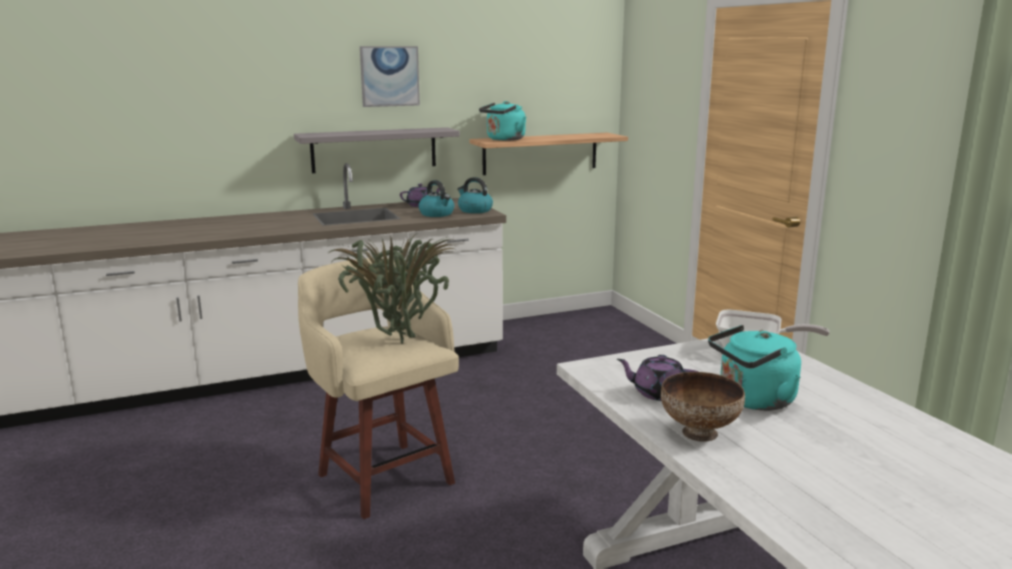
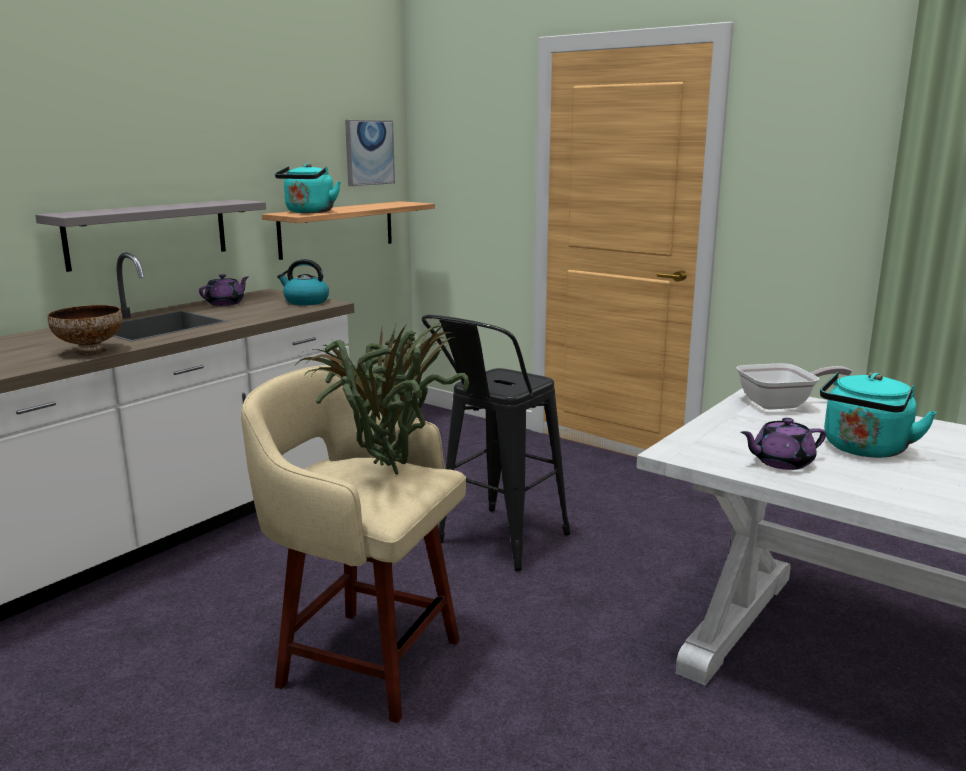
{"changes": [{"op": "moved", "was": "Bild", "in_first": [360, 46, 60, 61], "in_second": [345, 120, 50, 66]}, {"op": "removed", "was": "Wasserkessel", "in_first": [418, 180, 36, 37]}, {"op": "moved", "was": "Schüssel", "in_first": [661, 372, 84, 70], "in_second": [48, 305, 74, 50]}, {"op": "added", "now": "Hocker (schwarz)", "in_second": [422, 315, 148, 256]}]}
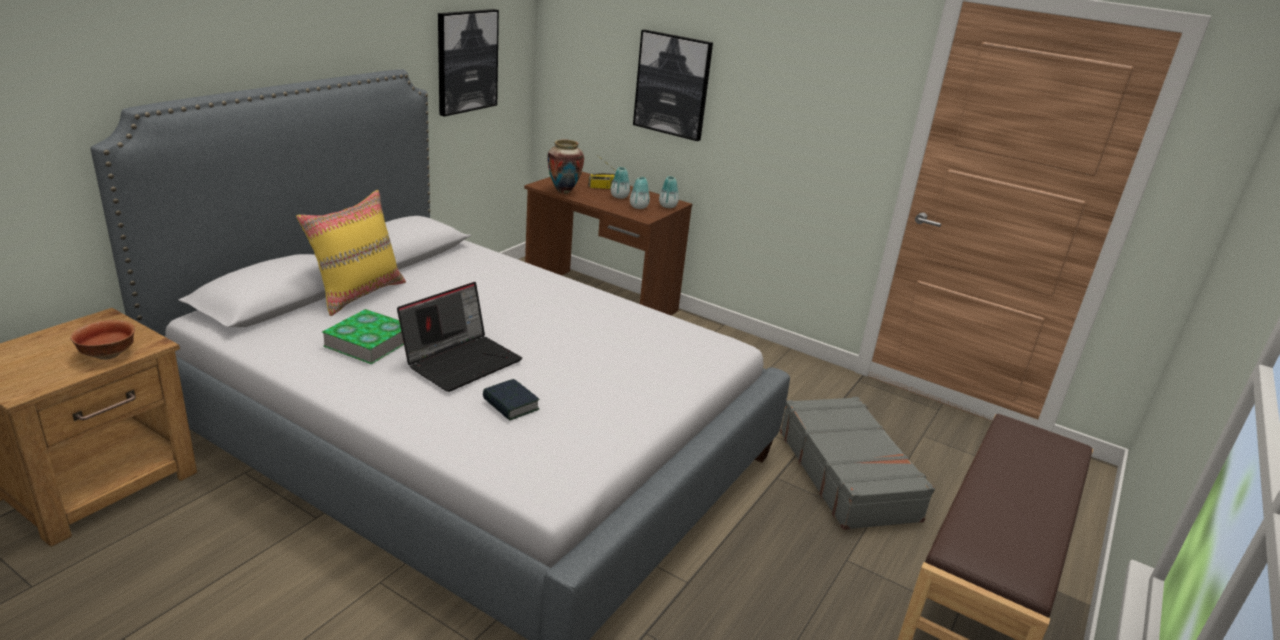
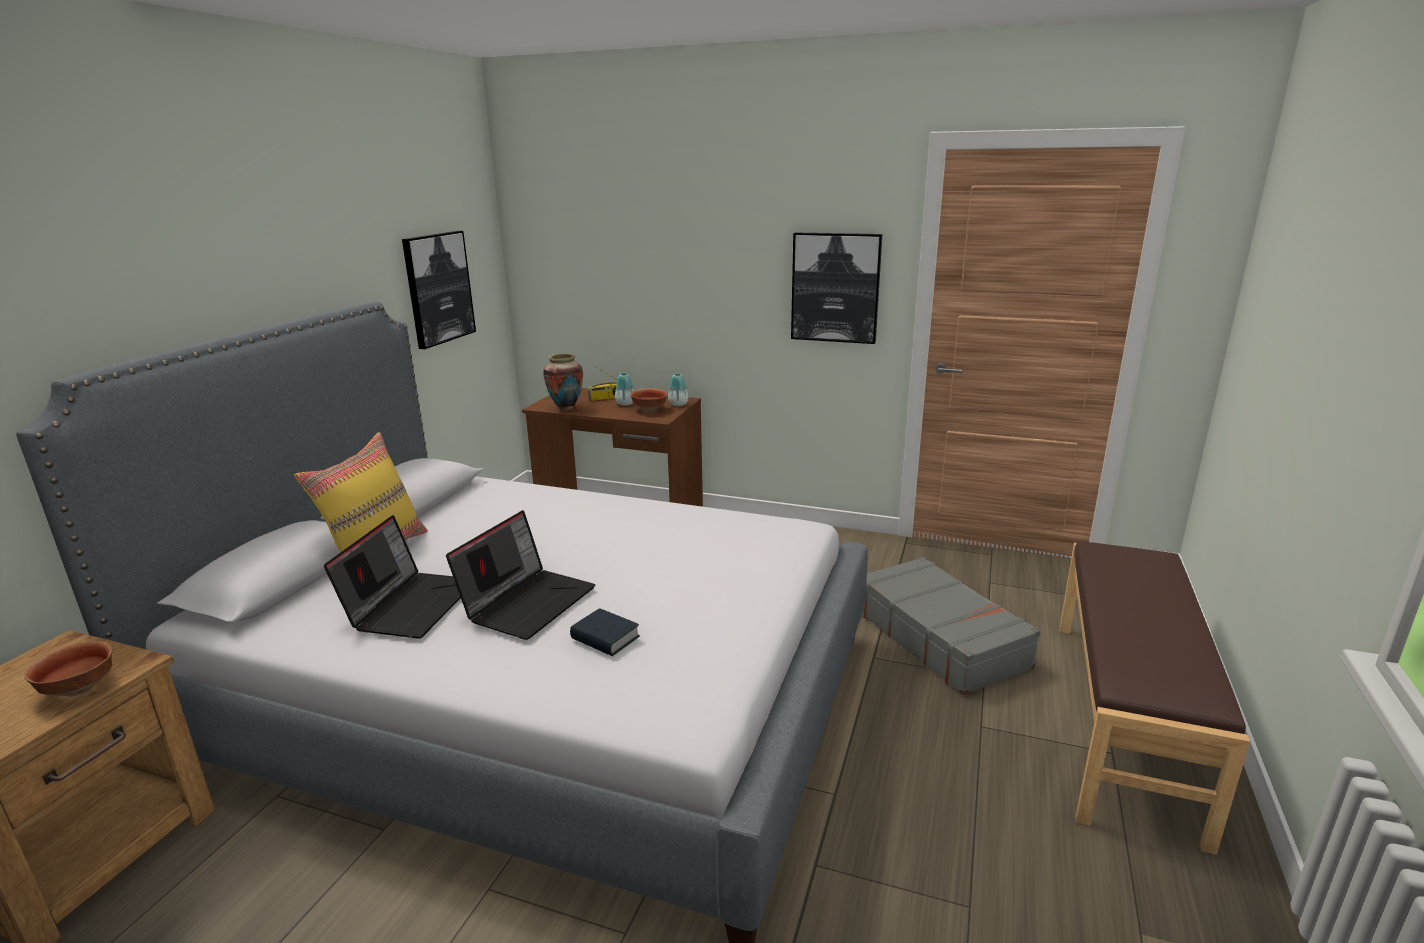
{"changes": [{"op": "moved", "was": "Bild", "in_first": [633, 30, 80, 111], "in_second": [791, 232, 91, 112]}, {"op": "replaced", "was": "Vase", "now": "Schüssel", "in_first": [630, 177, 20, 32], "in_second": [630, 388, 37, 24]}, {"op": "replaced", "was": "Buch", "now": "Laptop", "in_first": [322, 309, 82, 55], "in_second": [324, 515, 137, 124]}]}
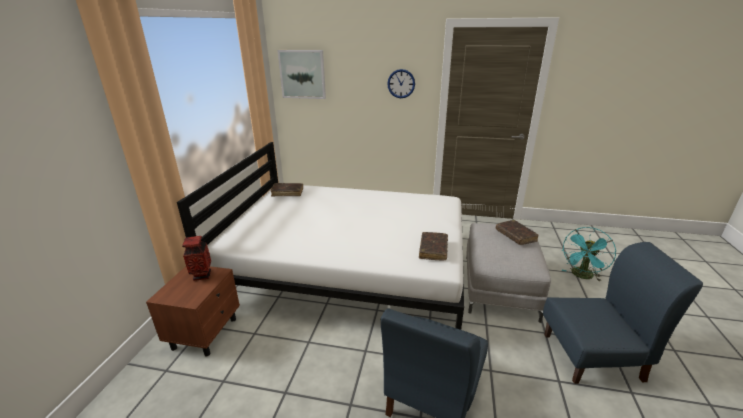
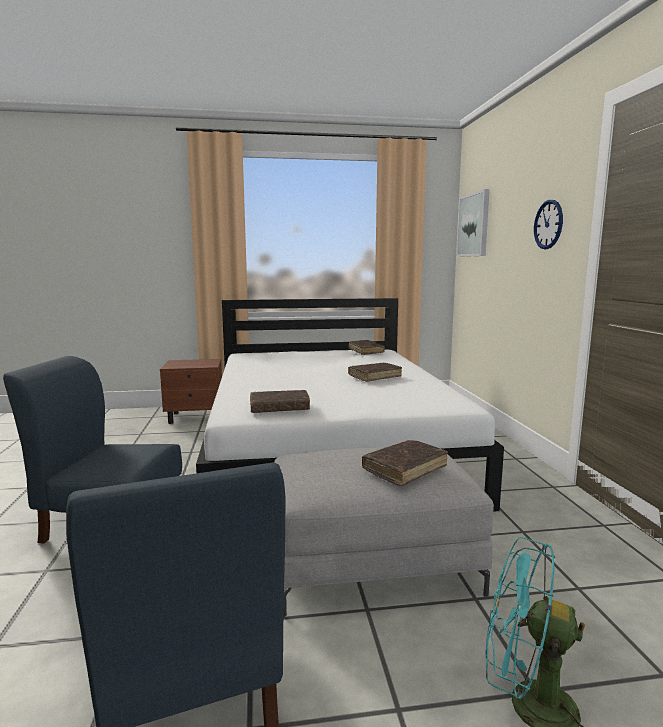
{"changes": [{"op": "removed", "was": "Vase", "in_first": [182, 236, 29, 45]}, {"op": "added", "now": "Buch (braun)", "in_second": [348, 363, 54, 19]}]}
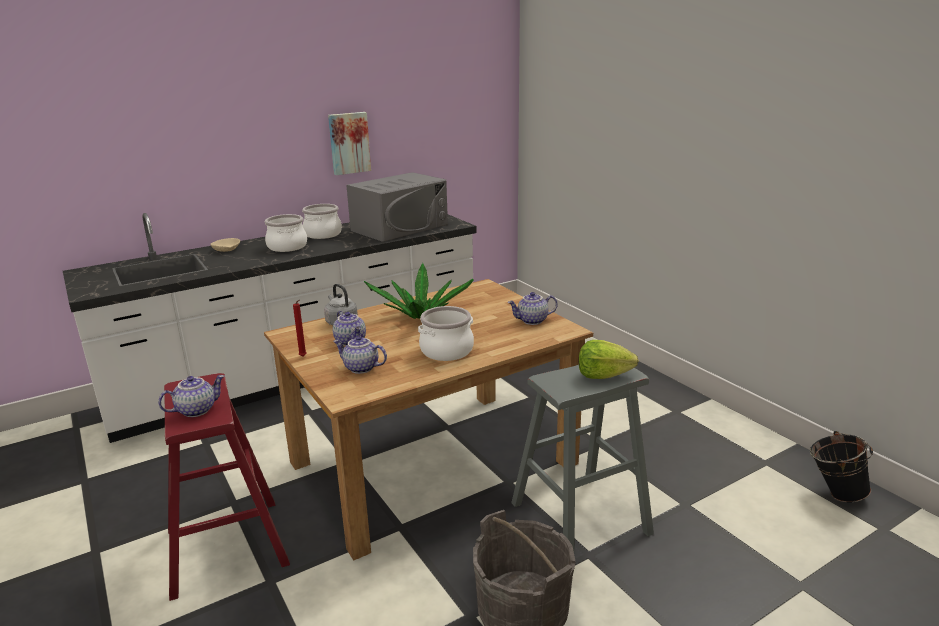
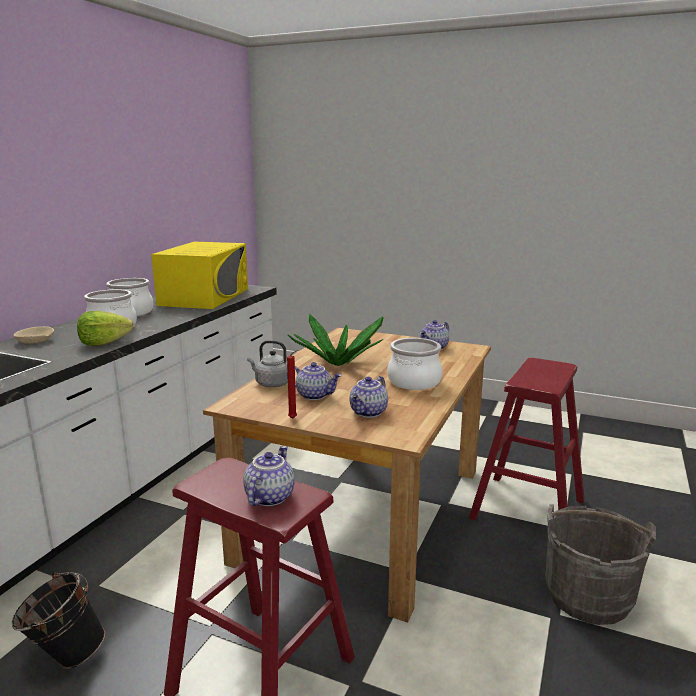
{"changes": [{"op": "removed", "was": "Bild", "in_first": [328, 112, 43, 63]}, {"op": "recoloured", "was": "Mikrowelle (grau)", "now": "Mikrowelle (gelb)", "in_first": [346, 172, 102, 70], "in_second": [151, 242, 97, 67]}, {"op": "turned", "was": "Teekanne", "in_first": [333, 336, 54, 38], "in_second": [349, 376, 39, 42], "clockwise": -45}, {"op": "moved", "was": "Salatkopf", "in_first": [579, 340, 60, 39], "in_second": [77, 311, 56, 35]}, {"op": "recoloured", "was": "Hocker (grau)", "now": "Hocker (rot)", "in_first": [511, 365, 143, 186], "in_second": [469, 358, 116, 162]}, {"op": "moved", "was": "Eimer (schwarz)", "in_first": [810, 431, 63, 71], "in_second": [12, 572, 94, 97]}]}
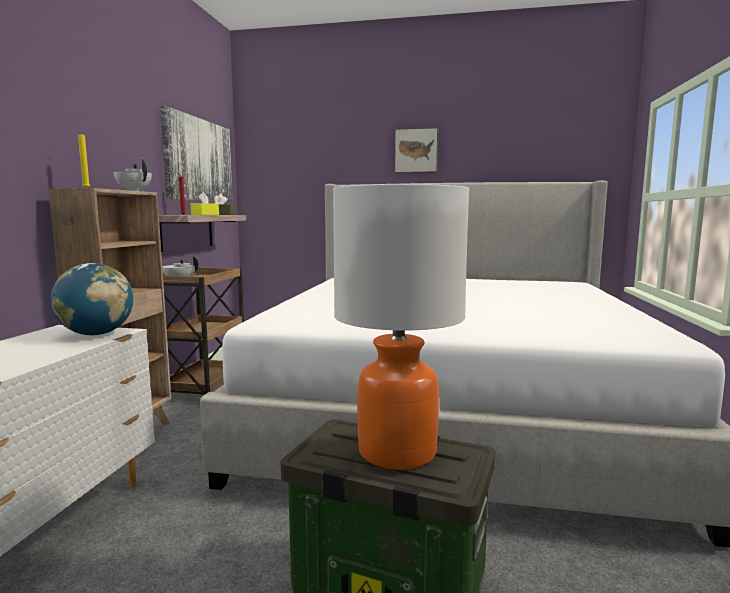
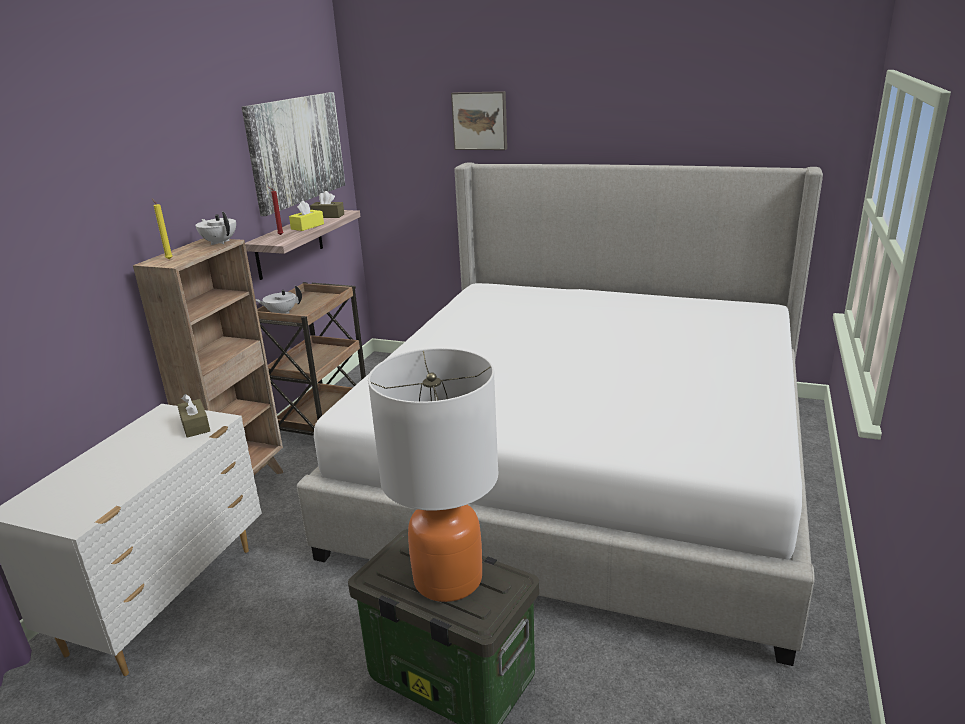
{"changes": [{"op": "moved", "was": "Bild", "in_first": [394, 127, 44, 46], "in_second": [451, 91, 56, 59]}, {"op": "replaced", "was": "Globus", "now": "Taschentuchbox (braun)", "in_first": [51, 263, 82, 72], "in_second": [177, 394, 33, 44]}]}
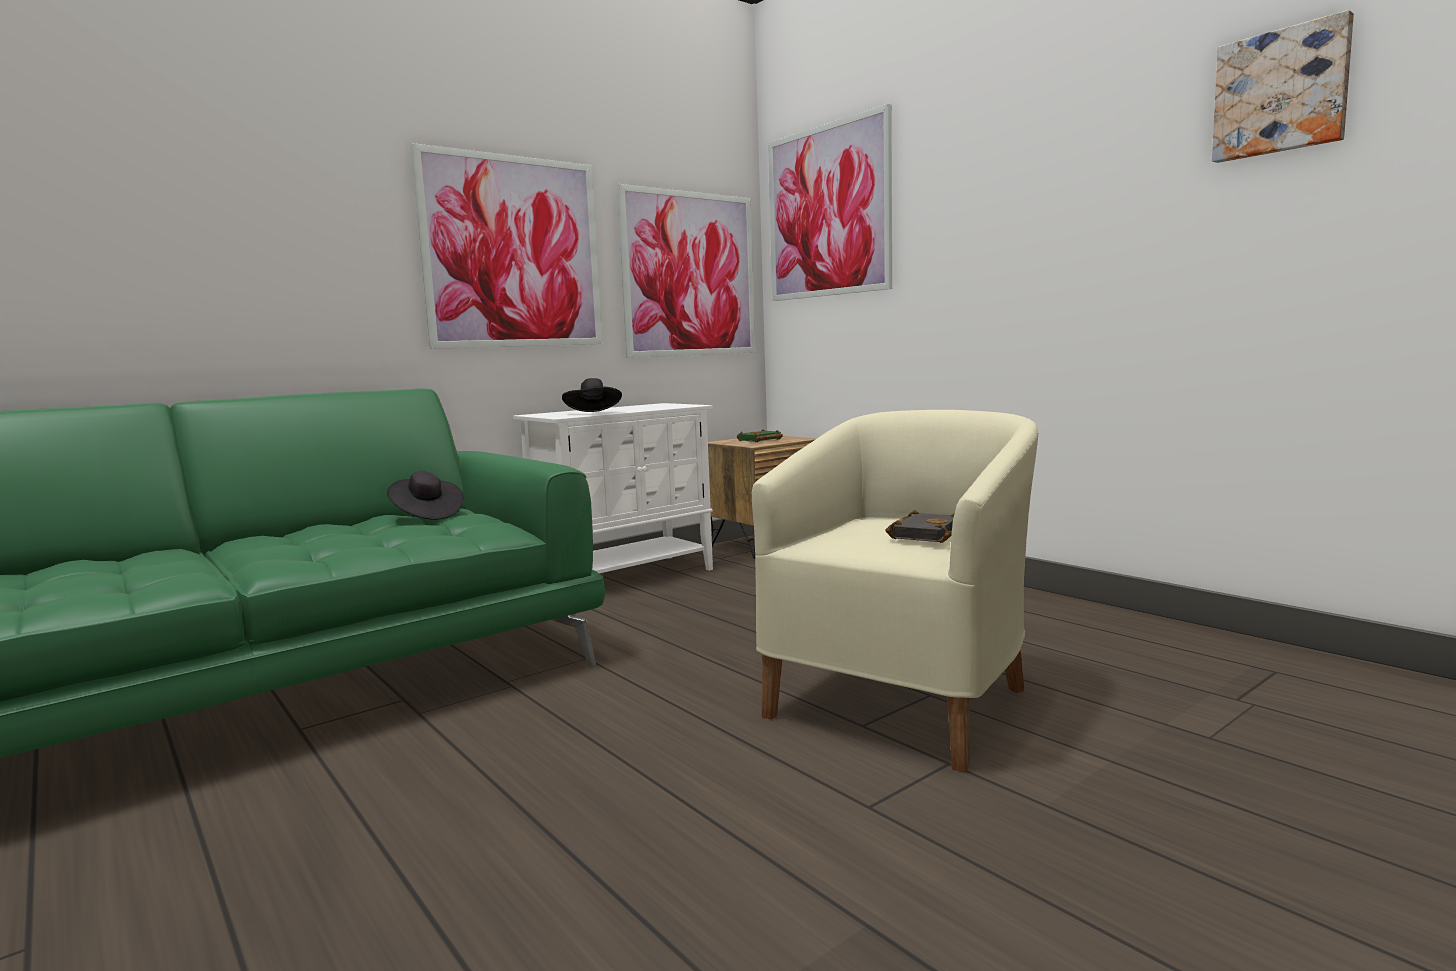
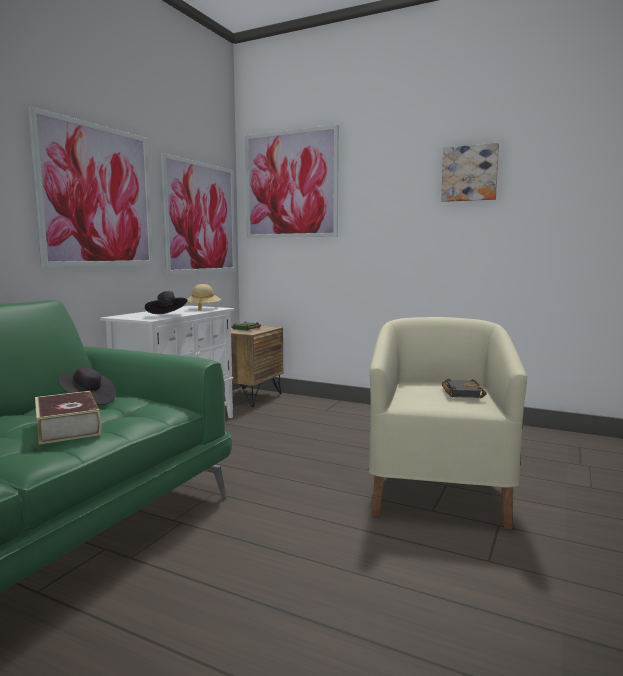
{"changes": [{"op": "moved", "was": "Bild", "in_first": [1212, 10, 142, 153], "in_second": [441, 143, 58, 59]}, {"op": "added", "now": "Hut (beige)", "in_second": [187, 284, 34, 27]}, {"op": "added", "now": "Buch", "in_second": [35, 391, 67, 54]}]}
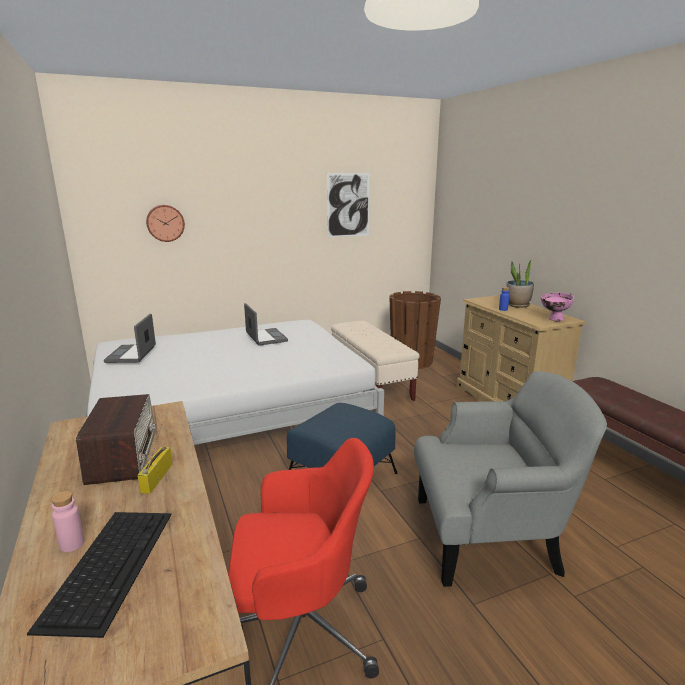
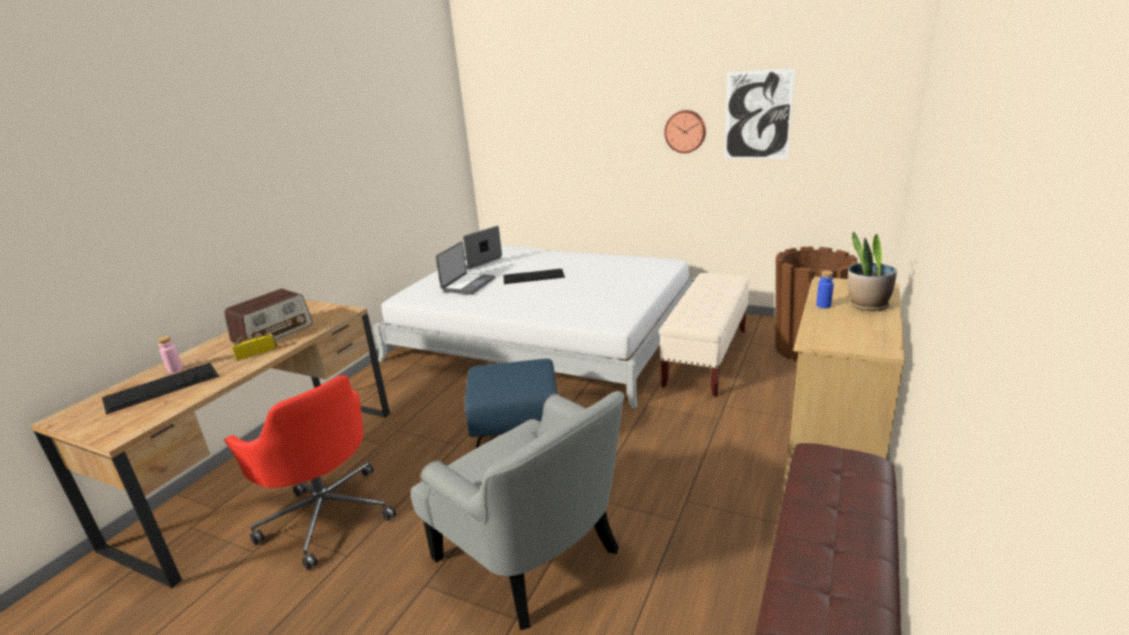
{"changes": [{"op": "moved", "was": "Wanduhr", "in_first": [146, 205, 39, 37], "in_second": [664, 110, 42, 43]}, {"op": "removed", "was": "Schüssel (rosa)", "in_first": [541, 292, 33, 29]}, {"op": "moved", "was": "Laptop", "in_first": [244, 303, 44, 43], "in_second": [435, 242, 60, 53]}, {"op": "added", "now": "Tastatur", "in_second": [503, 269, 62, 15]}]}
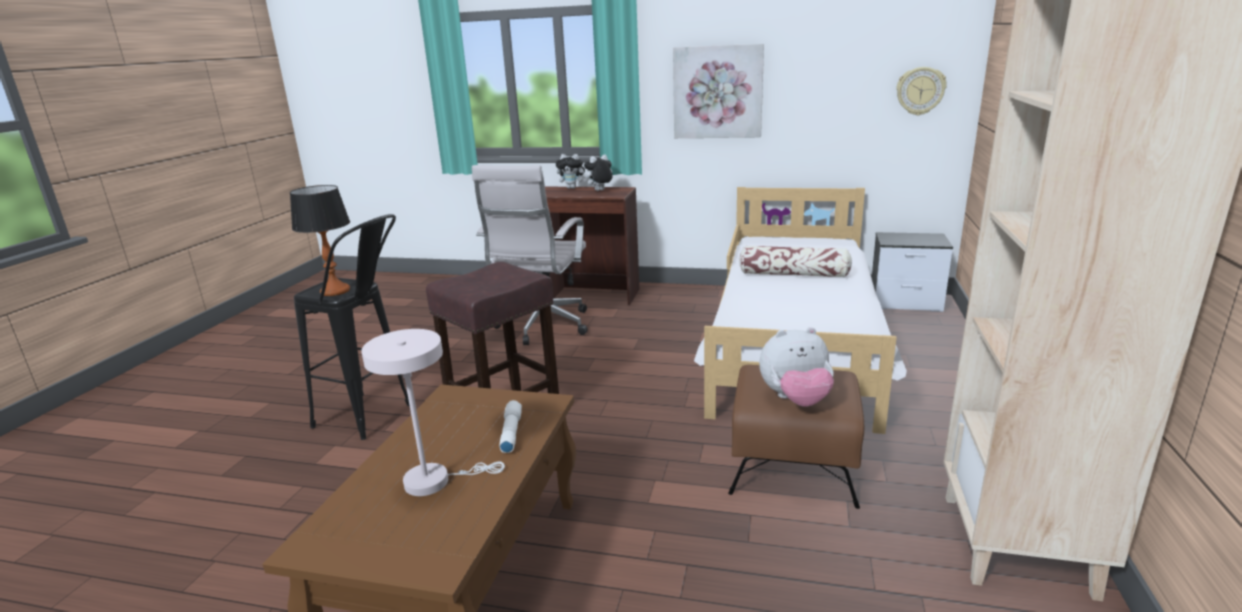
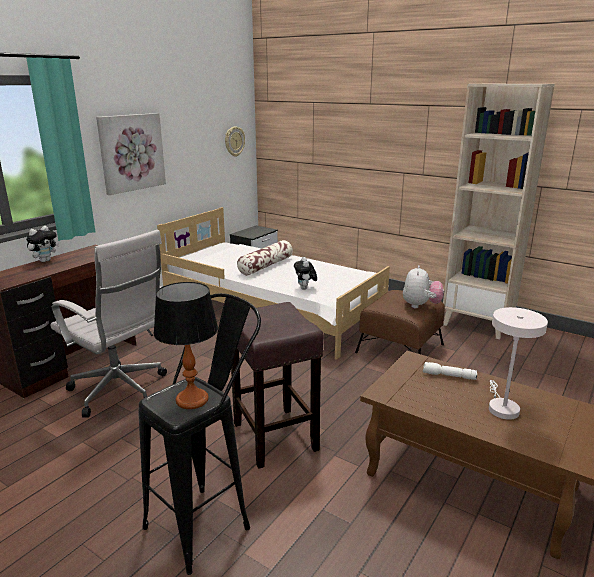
{"changes": [{"op": "moved", "was": "Plüschtier", "in_first": [583, 155, 30, 36], "in_second": [294, 257, 23, 33]}]}
